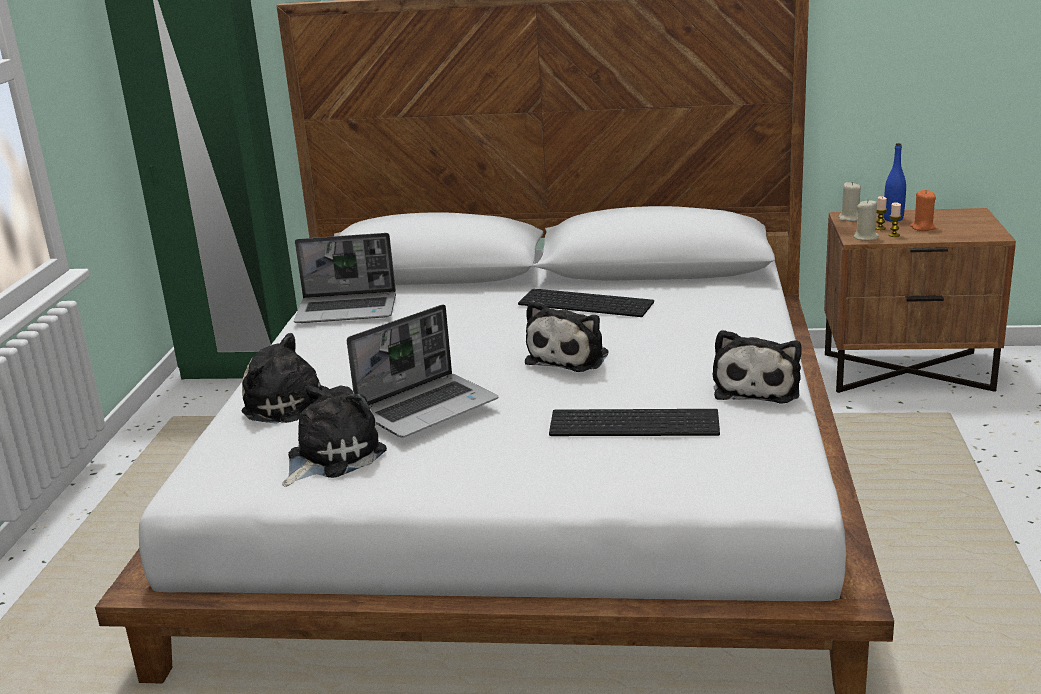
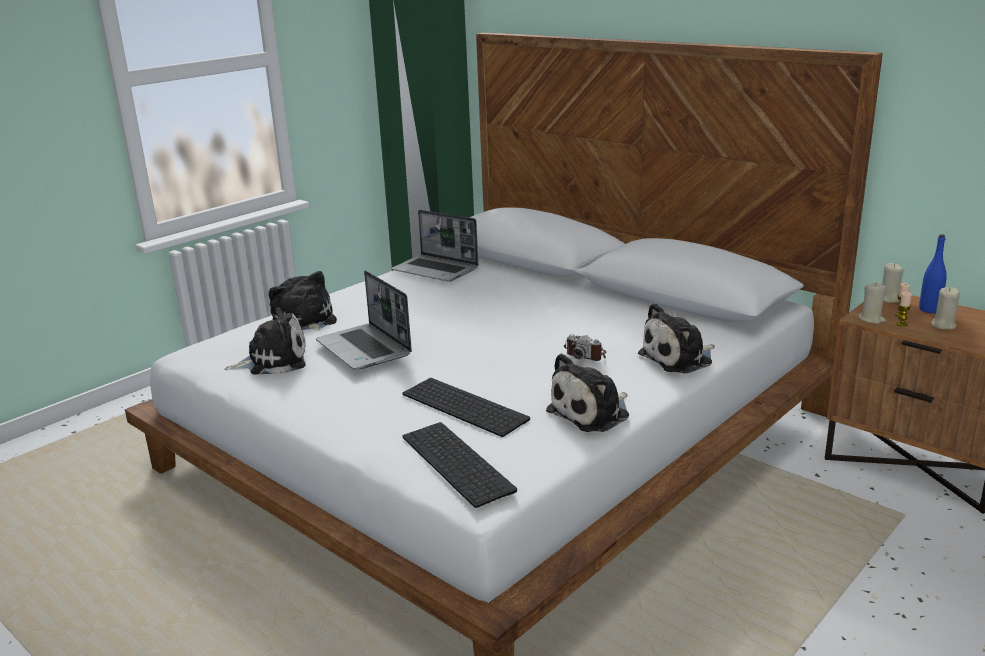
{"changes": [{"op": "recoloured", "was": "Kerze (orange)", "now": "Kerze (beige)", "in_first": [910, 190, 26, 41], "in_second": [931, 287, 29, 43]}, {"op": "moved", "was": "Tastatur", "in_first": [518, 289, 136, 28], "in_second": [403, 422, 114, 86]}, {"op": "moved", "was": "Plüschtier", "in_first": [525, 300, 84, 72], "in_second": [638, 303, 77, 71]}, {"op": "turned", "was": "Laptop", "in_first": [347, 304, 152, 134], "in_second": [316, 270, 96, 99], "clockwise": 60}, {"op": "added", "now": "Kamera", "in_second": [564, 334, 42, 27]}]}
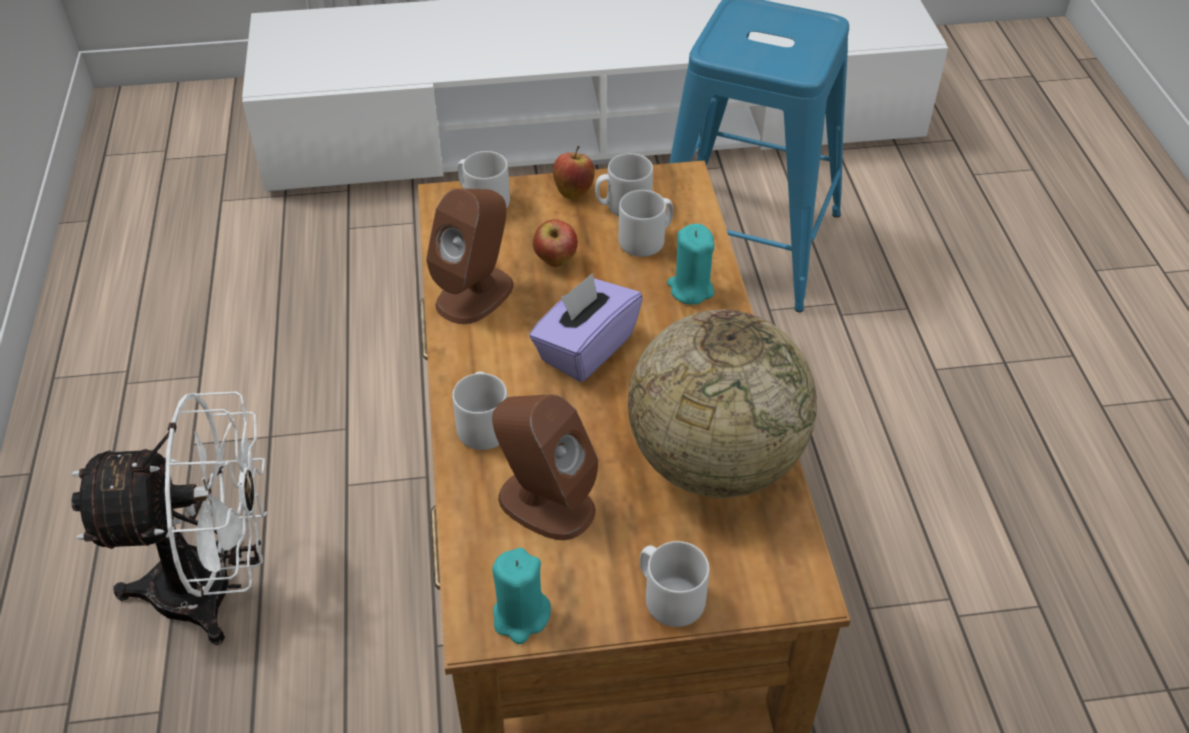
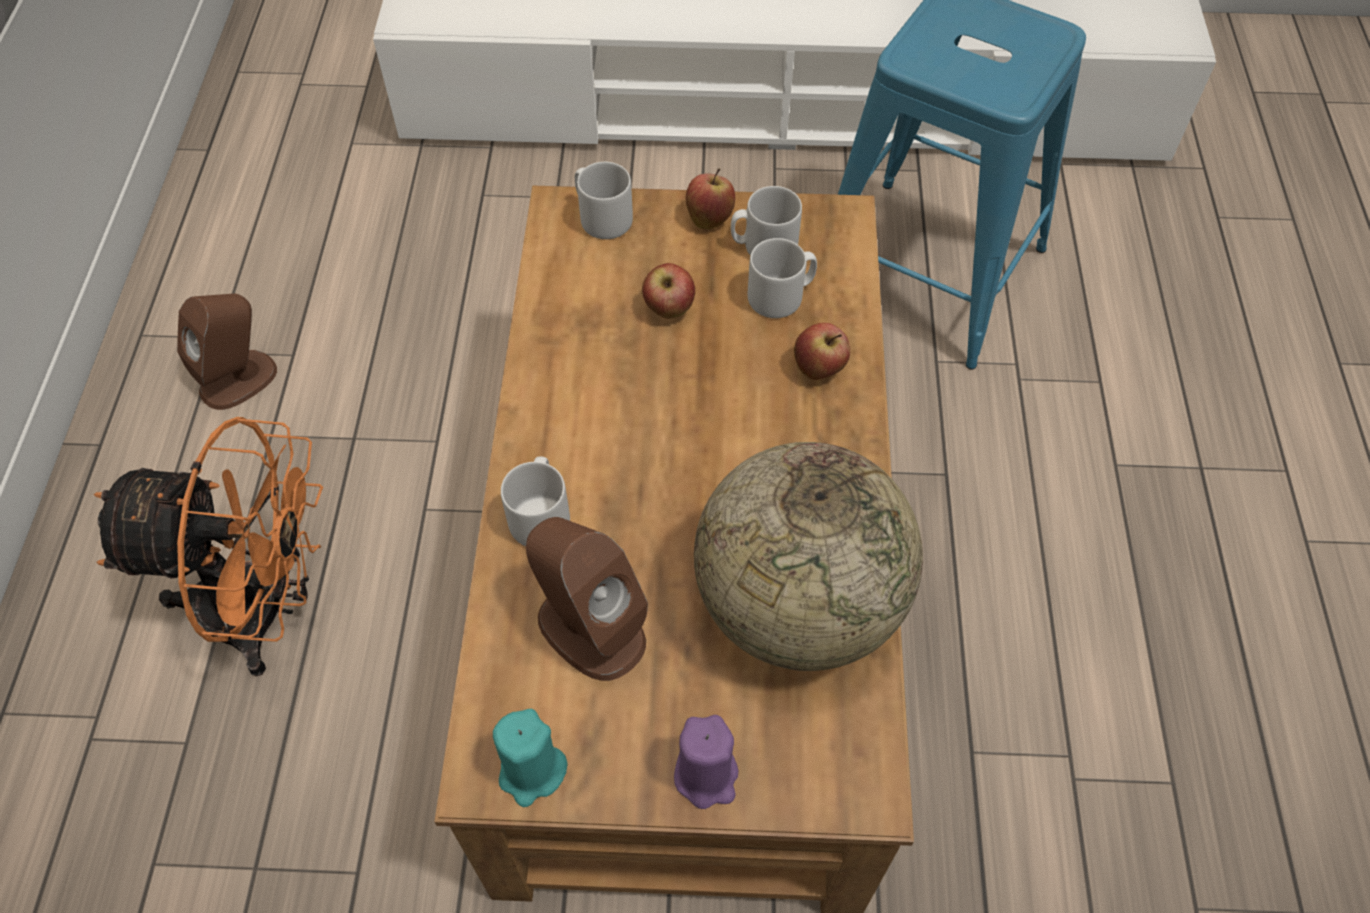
{"changes": [{"op": "moved", "was": "Lautsprecher (braun)", "in_first": [426, 188, 88, 136], "in_second": [177, 294, 100, 116]}, {"op": "replaced", "was": "Kerze (türkis)", "now": "Apfel", "in_first": [667, 224, 47, 80], "in_second": [794, 323, 56, 57]}, {"op": "removed", "was": "Taschentuchbox (lila)", "in_first": [529, 273, 114, 109]}, {"op": "recoloured", "was": "Ventilator (weiß)", "now": "Ventilator (orange)", "in_first": [71, 392, 197, 253], "in_second": [94, 417, 229, 259]}, {"op": "replaced", "was": "Henkelbecher (grau)", "now": "Kerze (lila)", "in_first": [640, 541, 70, 86], "in_second": [674, 715, 65, 94]}]}
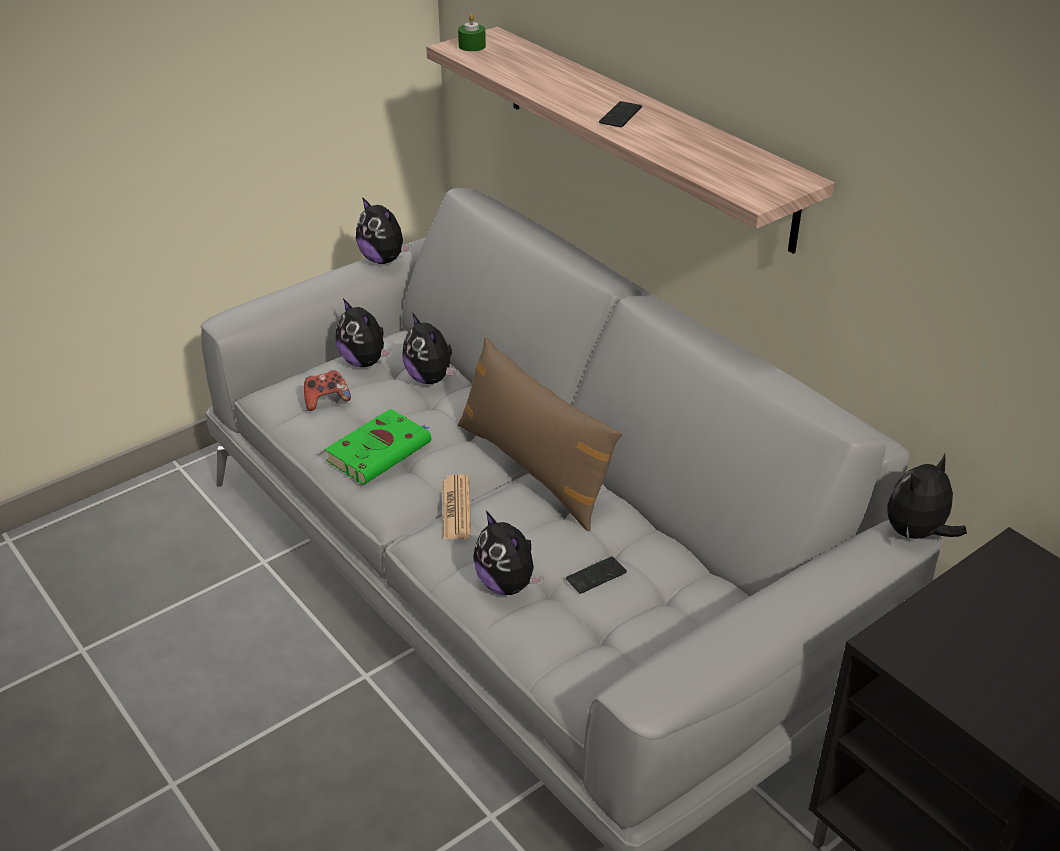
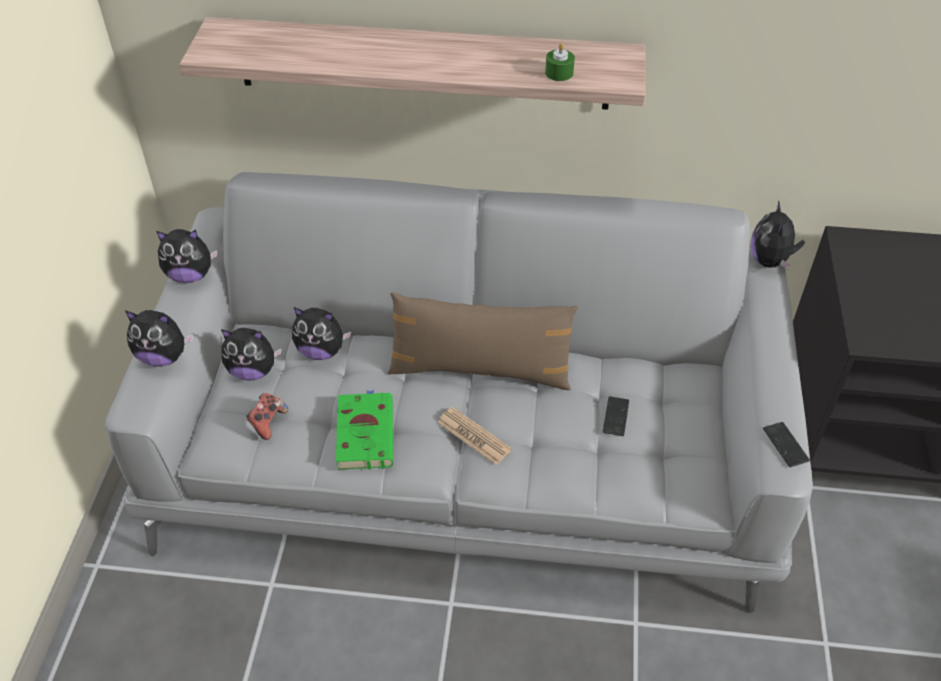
{"changes": [{"op": "moved", "was": "Kerze (grün)", "in_first": [458, 14, 28, 37], "in_second": [545, 43, 30, 38]}, {"op": "moved", "was": "Handy", "in_first": [599, 101, 43, 26], "in_second": [763, 422, 47, 45]}, {"op": "moved", "was": "Plüschtier", "in_first": [473, 511, 71, 84], "in_second": [125, 310, 69, 57]}]}
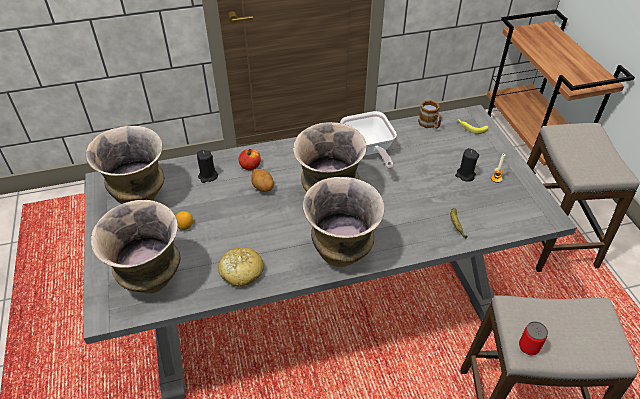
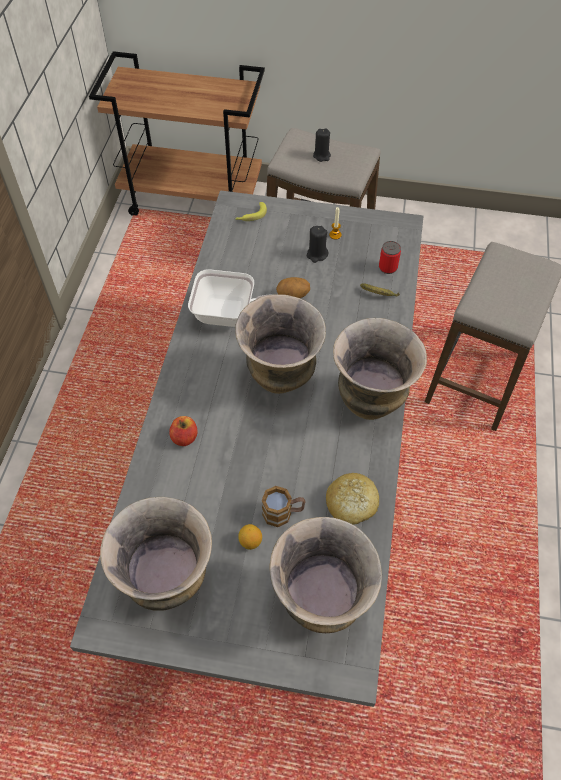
{"changes": [{"op": "moved", "was": "Henkelbecher", "in_first": [418, 100, 23, 28], "in_second": [262, 486, 43, 41]}, {"op": "moved", "was": "Kerze (schwarz)", "in_first": [197, 150, 21, 33], "in_second": [313, 129, 18, 33]}, {"op": "moved", "was": "Kartoffel", "in_first": [251, 169, 23, 23], "in_second": [276, 277, 34, 21]}, {"op": "moved", "was": "Dose", "in_first": [519, 321, 29, 34], "in_second": [379, 241, 22, 33]}]}
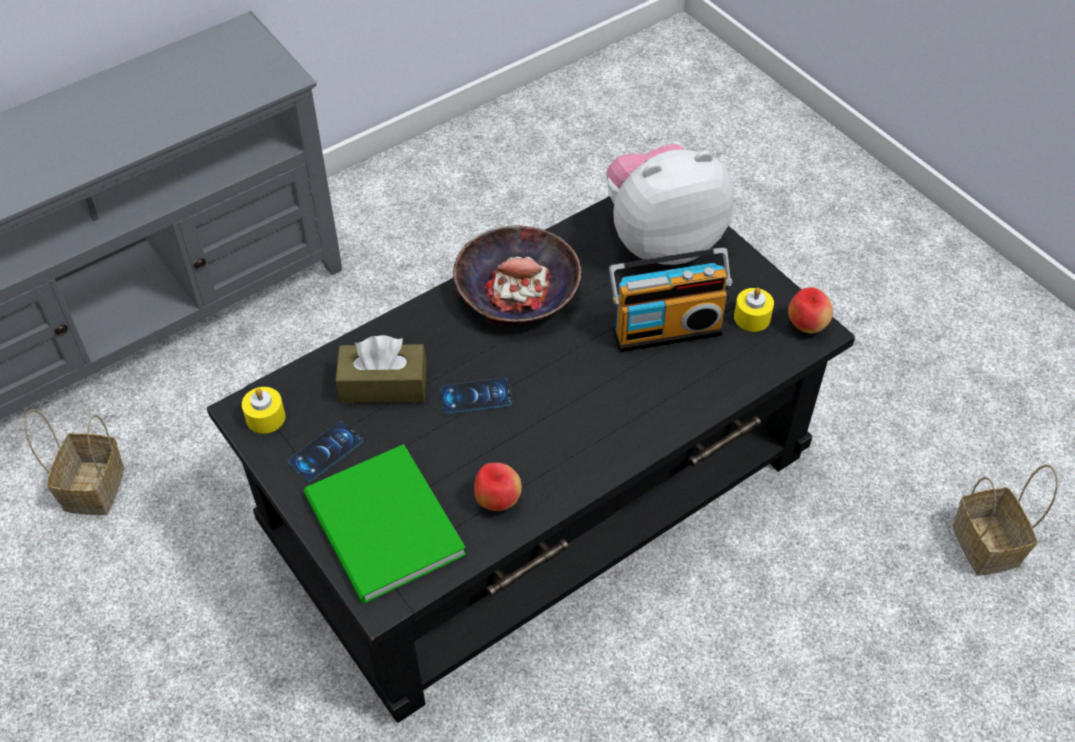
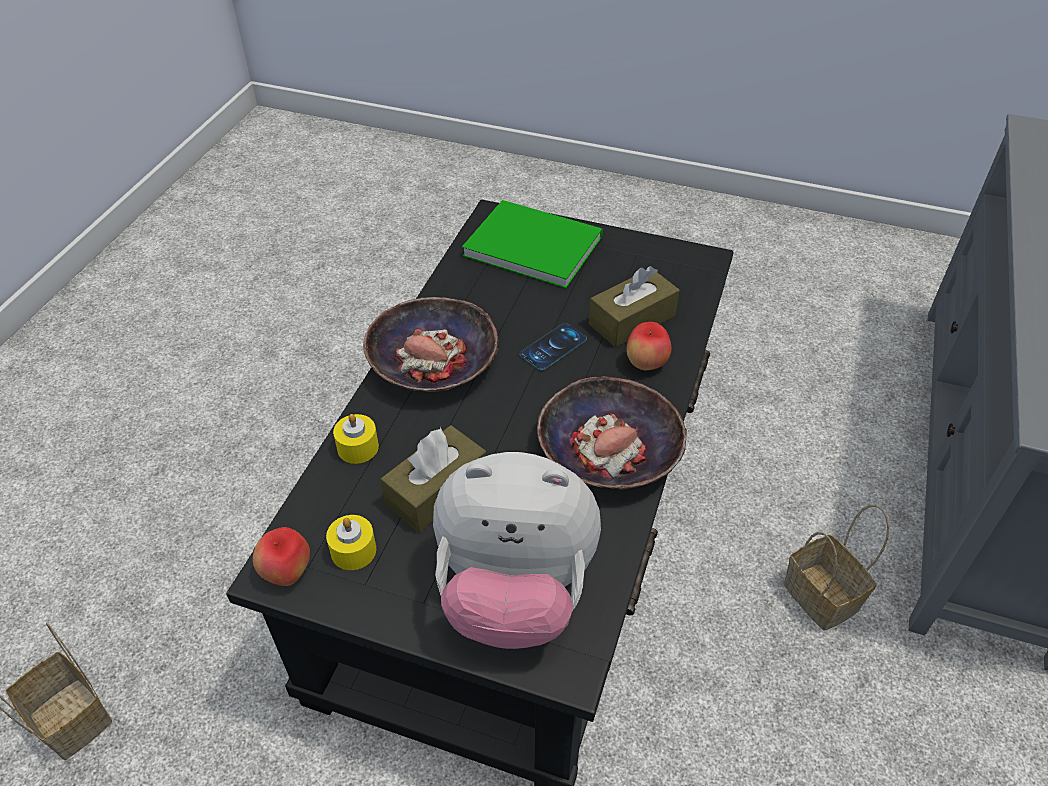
{"changes": [{"op": "turned", "was": "Plüschtier", "in_first": [606, 144, 128, 121], "in_second": [433, 452, 168, 197], "clockwise": 60}, {"op": "replaced", "was": "Radio", "now": "Taschentuchbox (braun)", "in_first": [609, 248, 123, 104], "in_second": [380, 425, 106, 107]}, {"op": "moved", "was": "Kerze (gelb)", "in_first": [242, 387, 43, 47], "in_second": [333, 414, 46, 50]}, {"op": "moved", "was": "Korb", "in_first": [25, 409, 100, 106], "in_second": [783, 505, 106, 126]}, {"op": "removed", "was": "Handy", "in_first": [288, 421, 75, 60]}, {"op": "moved", "was": "Apfel", "in_first": [474, 463, 48, 48], "in_second": [627, 322, 44, 48]}, {"op": "added", "now": "Schüssel", "in_second": [363, 297, 136, 95]}]}
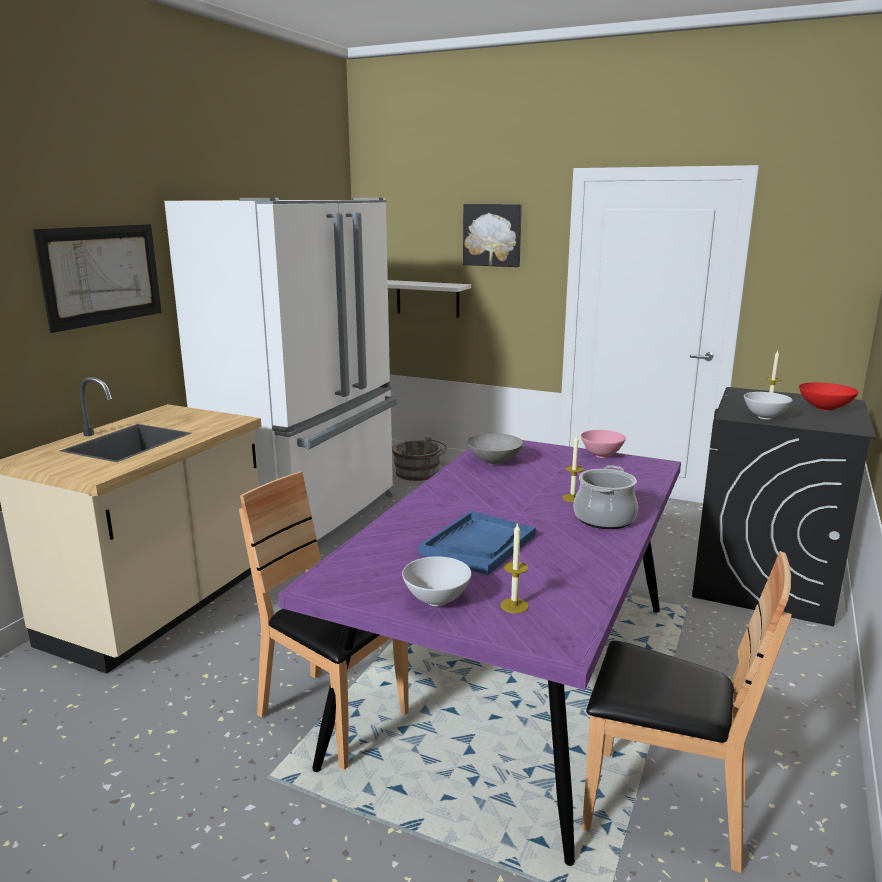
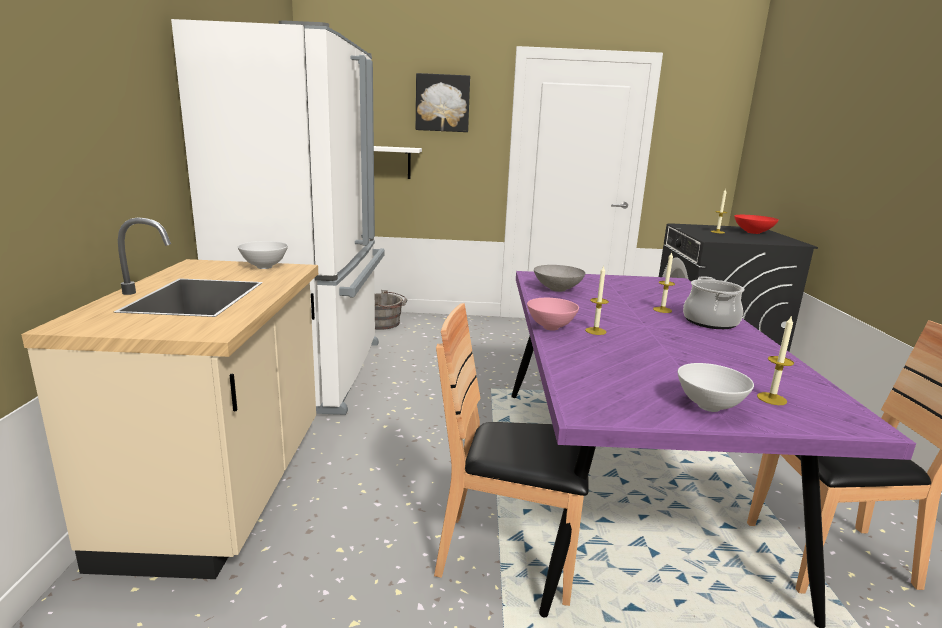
{"changes": [{"op": "removed", "was": "Bild", "in_first": [33, 224, 129, 109]}, {"op": "moved", "was": "Schüssel (weiß)", "in_first": [744, 392, 49, 28], "in_second": [238, 241, 50, 28]}, {"op": "moved", "was": "Schüssel (rosa)", "in_first": [581, 430, 45, 28], "in_second": [527, 298, 52, 33]}, {"op": "removed", "was": "Tablett (blau)", "in_first": [419, 511, 117, 64]}, {"op": "added", "now": "Kerze", "in_second": [585, 266, 24, 69]}]}
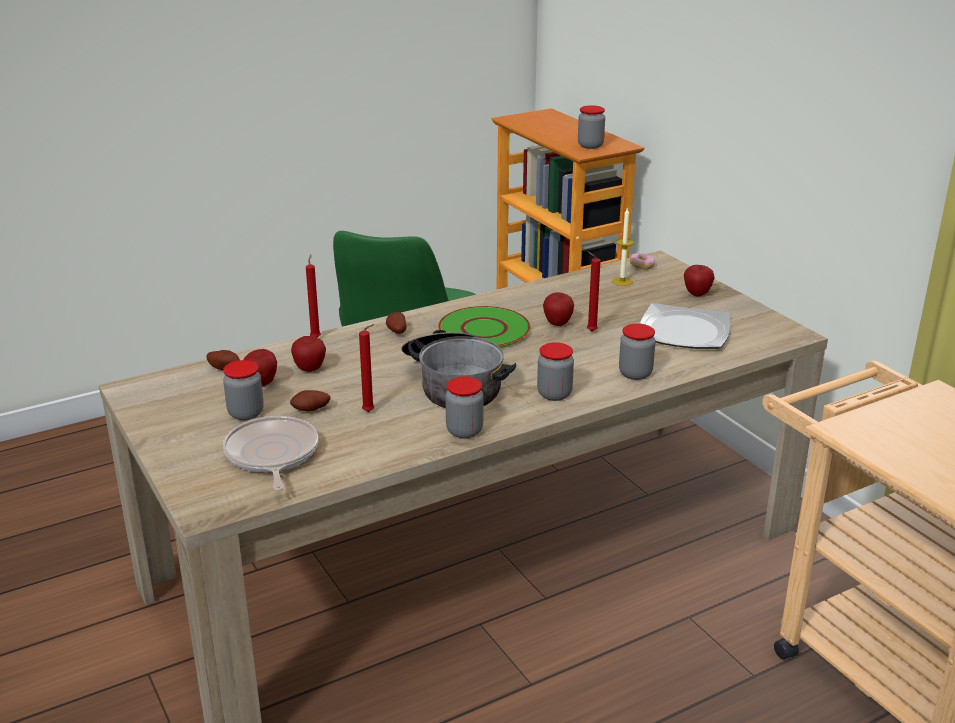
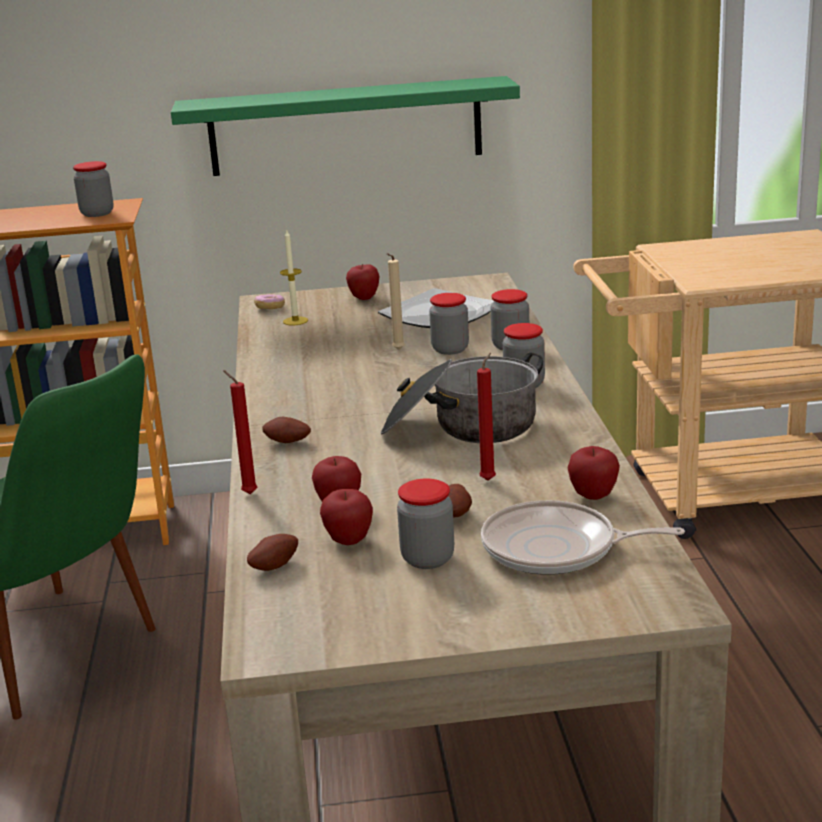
{"changes": [{"op": "recoloured", "was": "Kerze (rot)", "now": "Kerze (beige)", "in_first": [587, 251, 14, 81], "in_second": [387, 253, 18, 97]}, {"op": "moved", "was": "Apfel", "in_first": [543, 292, 31, 34], "in_second": [567, 446, 53, 54]}, {"op": "removed", "was": "Teller (grün)", "in_first": [438, 306, 92, 42]}, {"op": "moved", "was": "Vorratsglas", "in_first": [445, 377, 38, 62], "in_second": [429, 293, 40, 62]}, {"op": "added", "now": "Wandregal (grün)", "in_second": [171, 76, 349, 100]}]}
